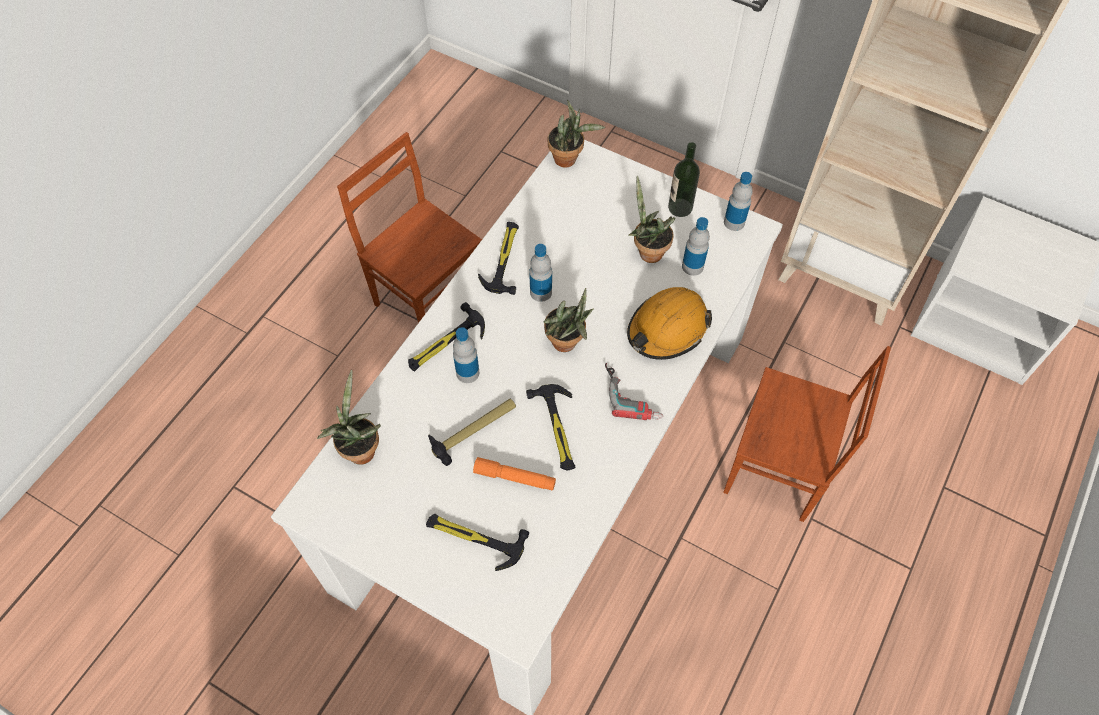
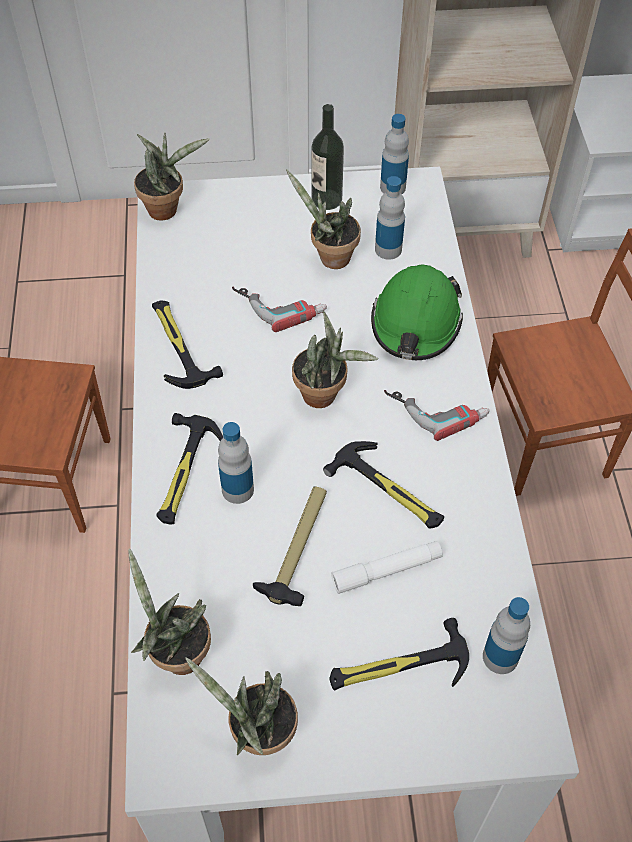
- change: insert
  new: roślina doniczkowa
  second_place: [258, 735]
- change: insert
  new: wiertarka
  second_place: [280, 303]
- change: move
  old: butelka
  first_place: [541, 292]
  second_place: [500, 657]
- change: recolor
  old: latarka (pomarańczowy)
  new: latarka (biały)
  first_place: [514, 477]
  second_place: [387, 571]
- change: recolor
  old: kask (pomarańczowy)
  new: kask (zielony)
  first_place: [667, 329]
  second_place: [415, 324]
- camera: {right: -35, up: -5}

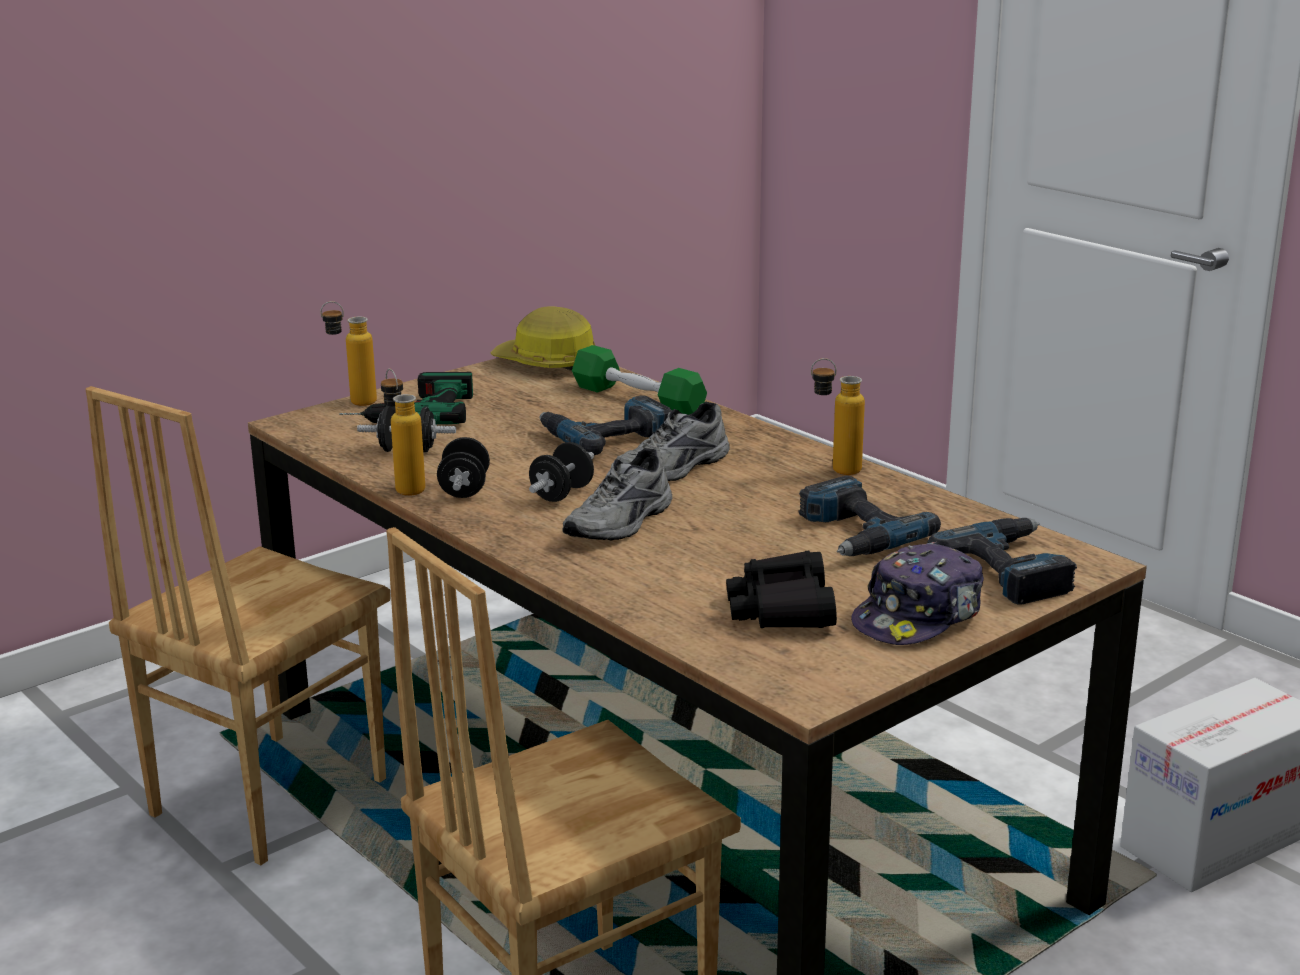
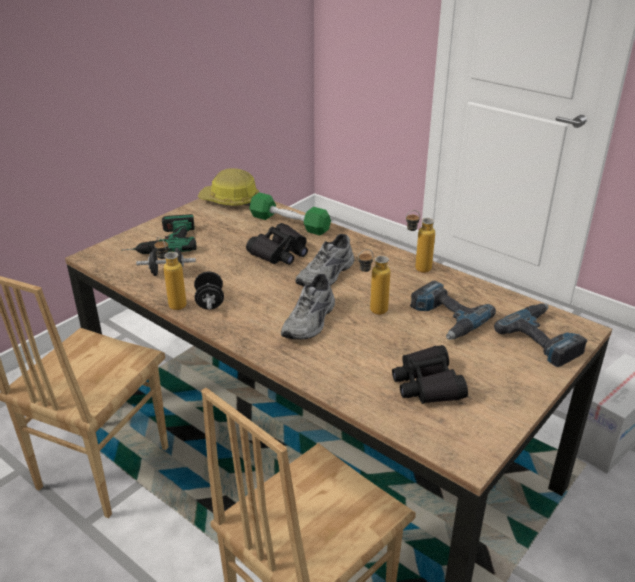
- change: delete
  old: hantel (czarny)
  first_place: [562, 494]
- change: delete
  old: czapka z daszkiem
  first_place: [919, 617]
- change: move
  old: butelka
  first_place: [352, 402]
  second_place: [371, 311]
- change: replace
  old: wiertarka
  new: lornetka (czarny)
  first_place: [606, 436]
  second_place: [280, 252]
- camera: {right: -10, up: 10}

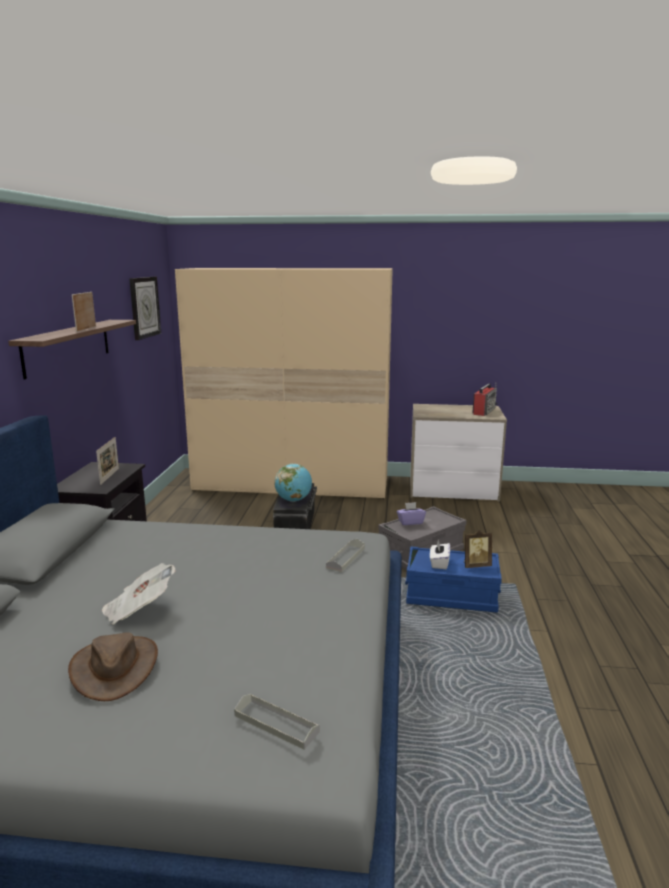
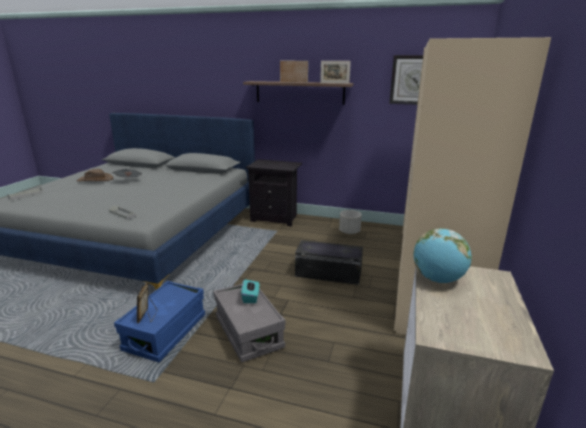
- change: delete
  old: pudełko chusteczek (biały)
  first_place: [439, 563]
- change: delete
  old: radio
  first_place: [484, 411]
- change: insert
  new: donica (szary)
  second_place: [349, 232]
- change: move
  old: ramka na zdjęcie
  first_place: [109, 476]
  second_place: [334, 83]
- change: move
  old: globus
  first_place: [293, 500]
  second_place: [438, 279]
- change: recolor
  old: pudełko chusteczek (fioletowy)
  new: pudełko chusteczek (turkusowy)
  first_place: [410, 522]
  second_place: [251, 297]
- camera: {right: 100, up: 5}

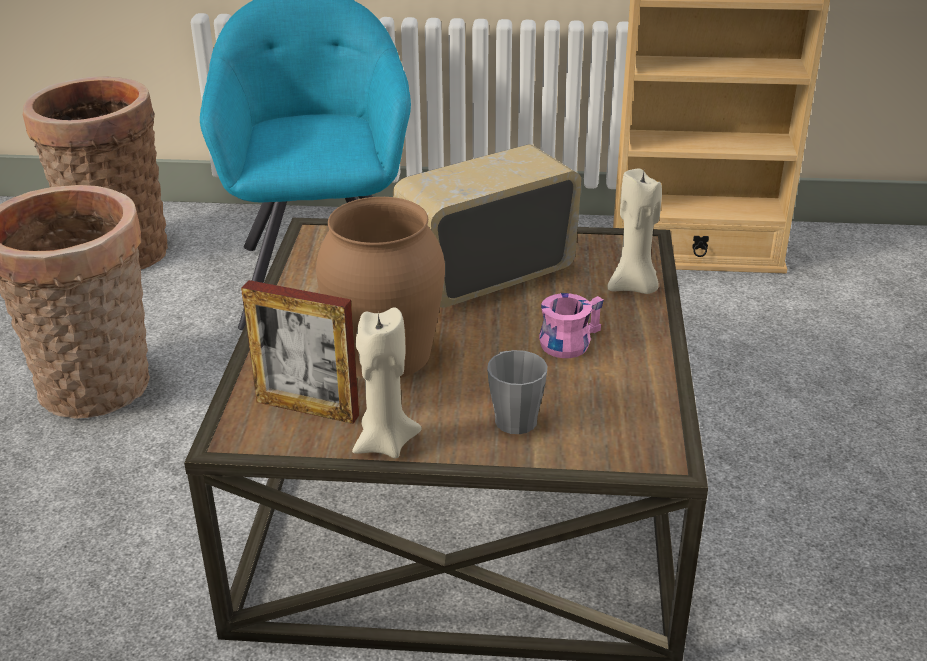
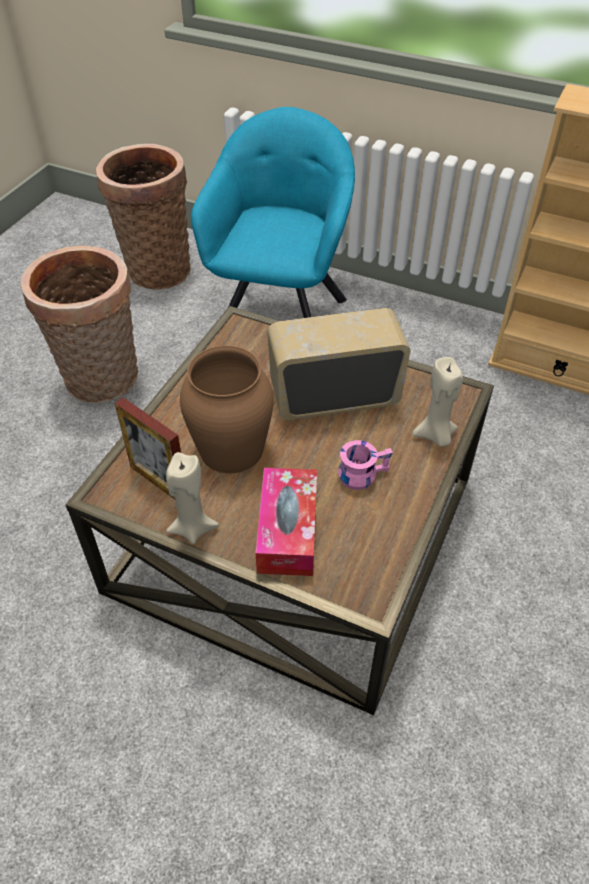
- change: replace
  old: kubek (szary)
  new: pudełko chusteczek
  first_place: [513, 415]
  second_place: [287, 530]
- camera: {right: 20, up: 15}

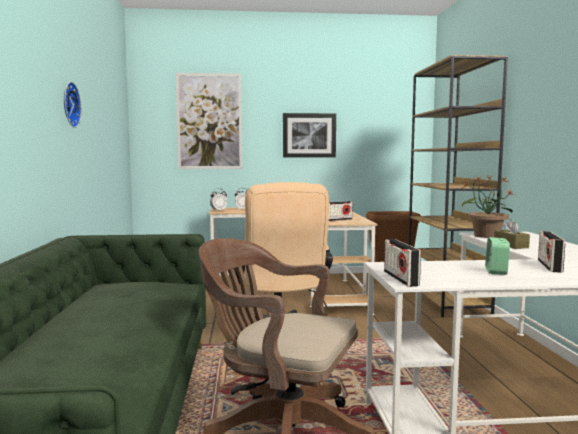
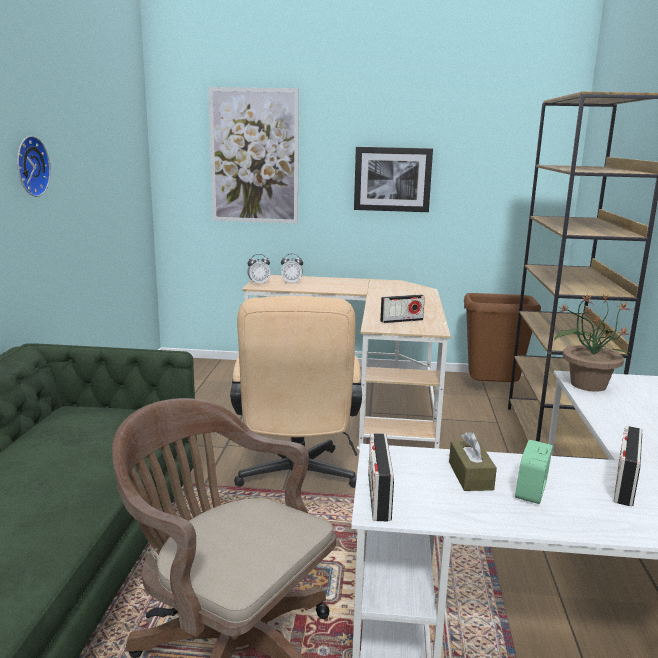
- change: move
  old: pudełko chusteczek (brązowy)
  first_place: [510, 245]
  second_place: [470, 476]
- camera: {right: 10, up: 10}

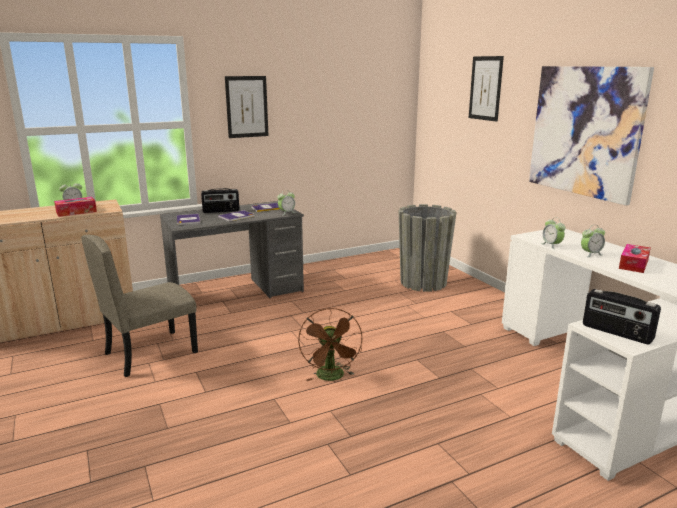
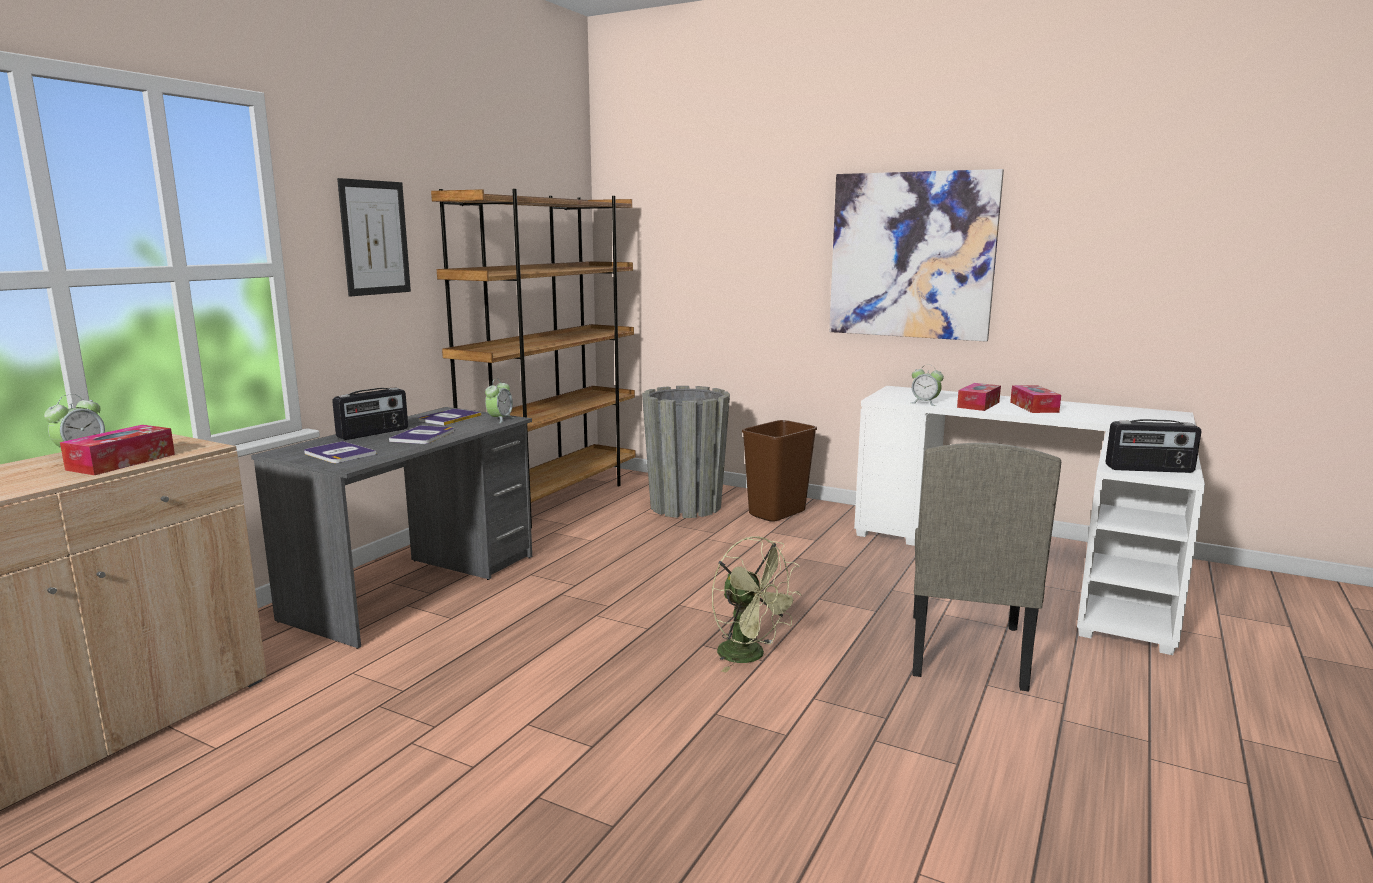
- change: delete
  old: obraz
  first_place: [485, 88]
- change: insert
  new: regał (brązowy)
  second_place: [554, 500]
- change: insert
  new: kosz na śmieci (brązowy)
  second_place: [777, 514]
- change: move
  old: krzesło (beżowy)
  first_place: [151, 352]
  second_place: [965, 650]
- change: replace
  old: budzik
  new: pudełko chusteczek
  first_place: [591, 254]
  second_place: [978, 405]
- change: recolor
  old: wentylator (brązowy)
  new: wentylator (zielony)
  first_place: [332, 377]
  second_place: [750, 656]
- camera: {right: -35, up: -5}

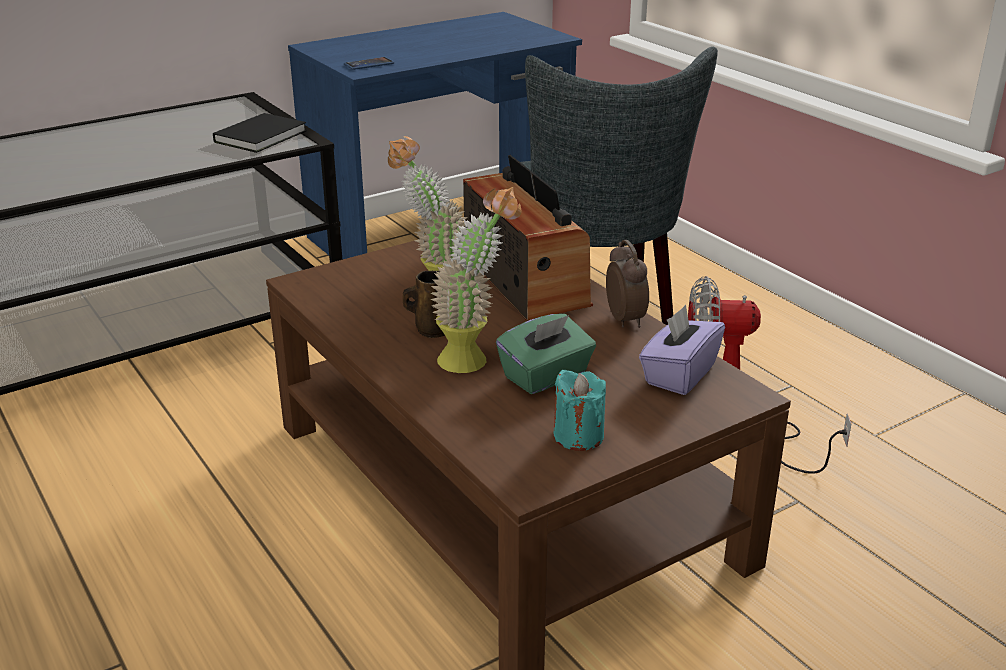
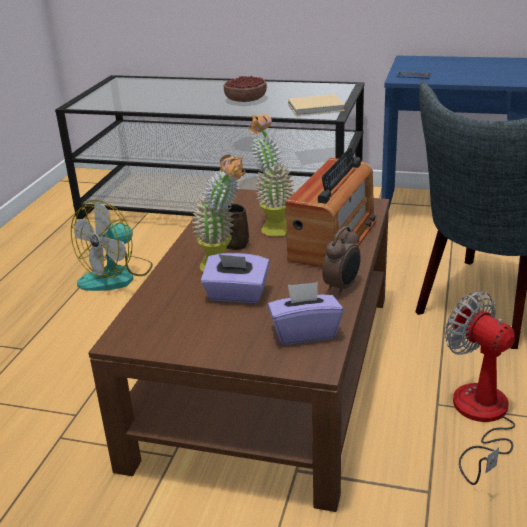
- change: delete
  old: świeca (turkusowy)
  first_place: [578, 436]
- change: insert
  new: wentylator
  second_place: [116, 275]
- change: insert
  new: miska
  second_place: [245, 99]
- change: recolor
  old: książka (czarny)
  new: książka (beżowy)
  first_place: [263, 136]
  second_place: [317, 107]
- change: recolor
  old: pudełko chusteczek (zielony)
  new: pudełko chusteczek (fioletowy)
  first_place: [546, 376]
  second_place: [236, 295]
- camera: {right: 50, up: 0}

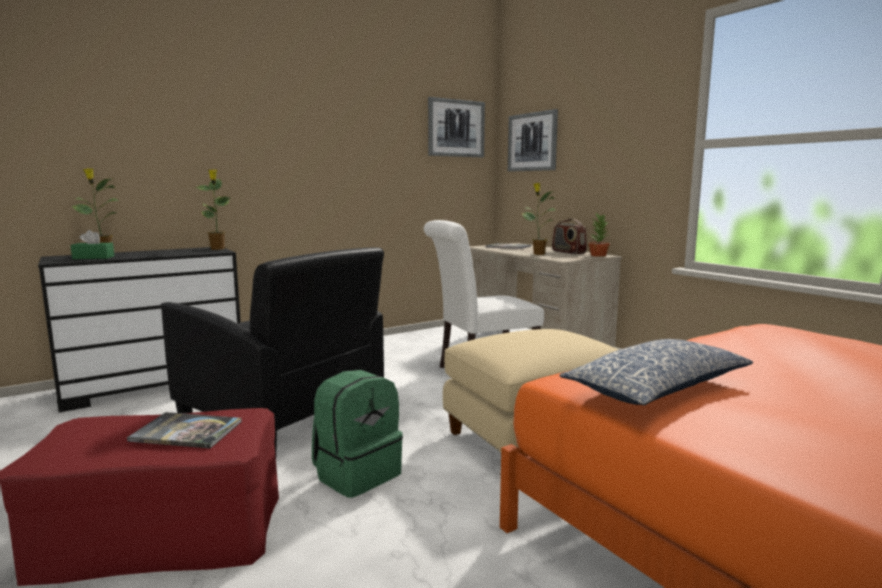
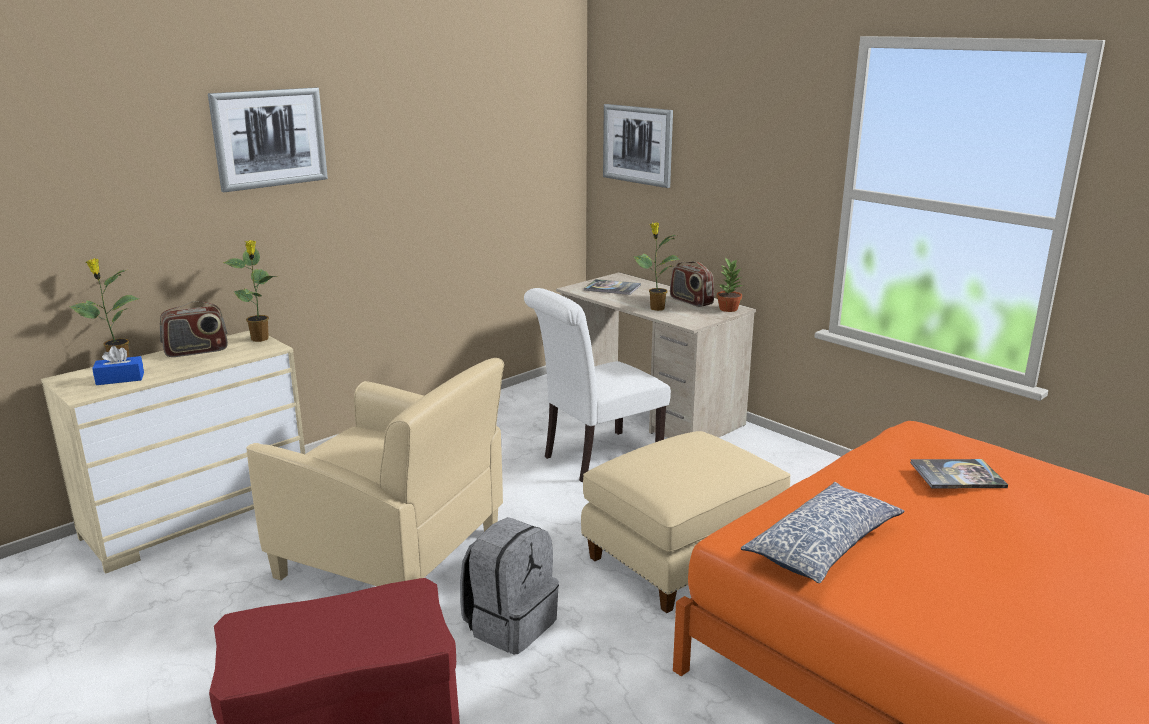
- change: insert
  new: radio
  second_place: [196, 351]
- change: move
  old: książka
  first_place: [187, 431]
  second_place: [957, 475]
- change: move
  old: obraz
  first_place: [456, 128]
  second_place: [269, 138]
- change: recolor
  old: komoda (czarny)
  new: komoda (beżowy)
  first_place: [155, 384]
  second_place: [198, 516]
- change: recolor
  old: pudełko chusteczek (zielony)
  new: pudełko chusteczek (niebieski)
  first_place: [93, 257]
  second_place: [120, 379]
- change: recolor
  old: fotel (czarny)
  new: fotel (beżowy)
  first_place: [284, 417]
  second_place: [392, 555]
- change: recolor
  old: plecak (zielony)
  new: plecak (szary)
  first_place: [357, 474]
  second_place: [510, 624]
- camera: {right: -10, up: 10}

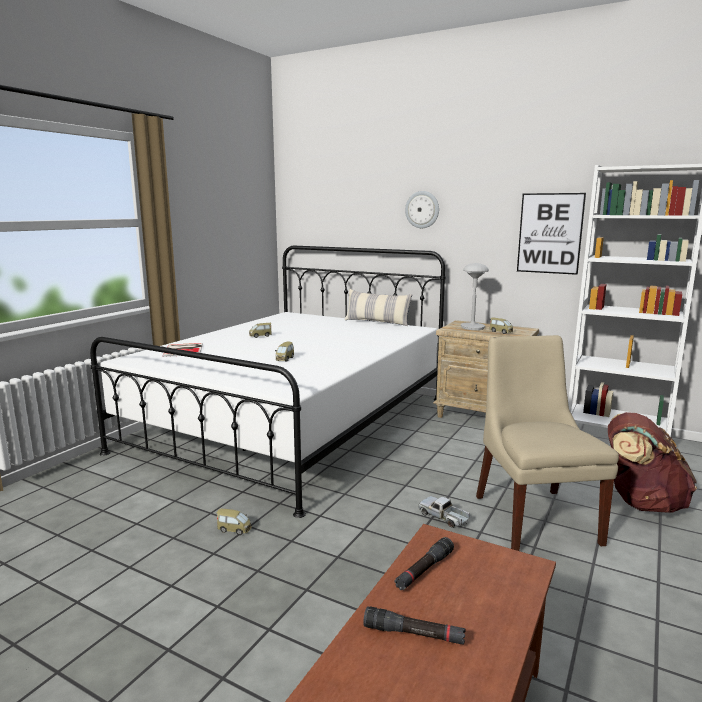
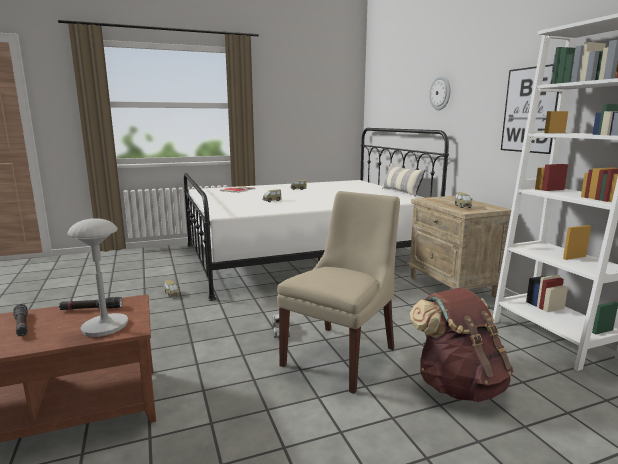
- change: move
  old: lampa stołowa (szary)
  first_place: [472, 327]
  second_place: [105, 326]
- camera: {right: 40, up: 0}

